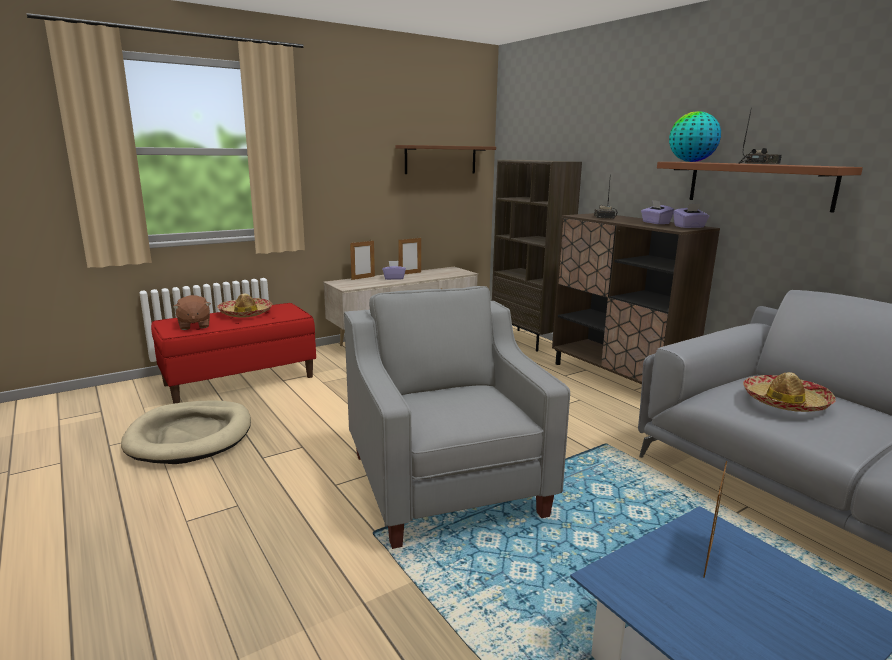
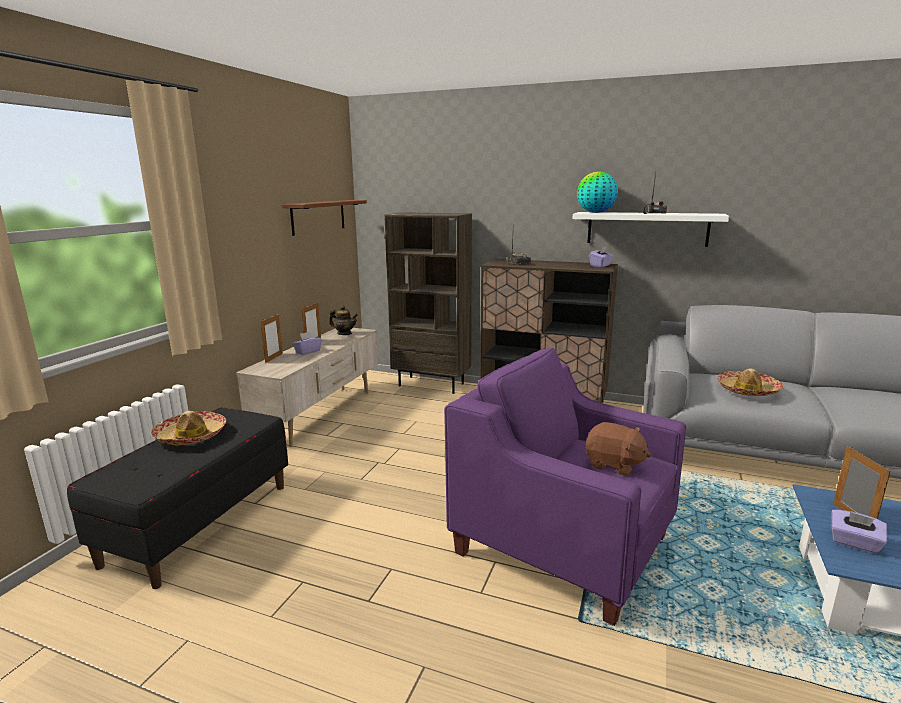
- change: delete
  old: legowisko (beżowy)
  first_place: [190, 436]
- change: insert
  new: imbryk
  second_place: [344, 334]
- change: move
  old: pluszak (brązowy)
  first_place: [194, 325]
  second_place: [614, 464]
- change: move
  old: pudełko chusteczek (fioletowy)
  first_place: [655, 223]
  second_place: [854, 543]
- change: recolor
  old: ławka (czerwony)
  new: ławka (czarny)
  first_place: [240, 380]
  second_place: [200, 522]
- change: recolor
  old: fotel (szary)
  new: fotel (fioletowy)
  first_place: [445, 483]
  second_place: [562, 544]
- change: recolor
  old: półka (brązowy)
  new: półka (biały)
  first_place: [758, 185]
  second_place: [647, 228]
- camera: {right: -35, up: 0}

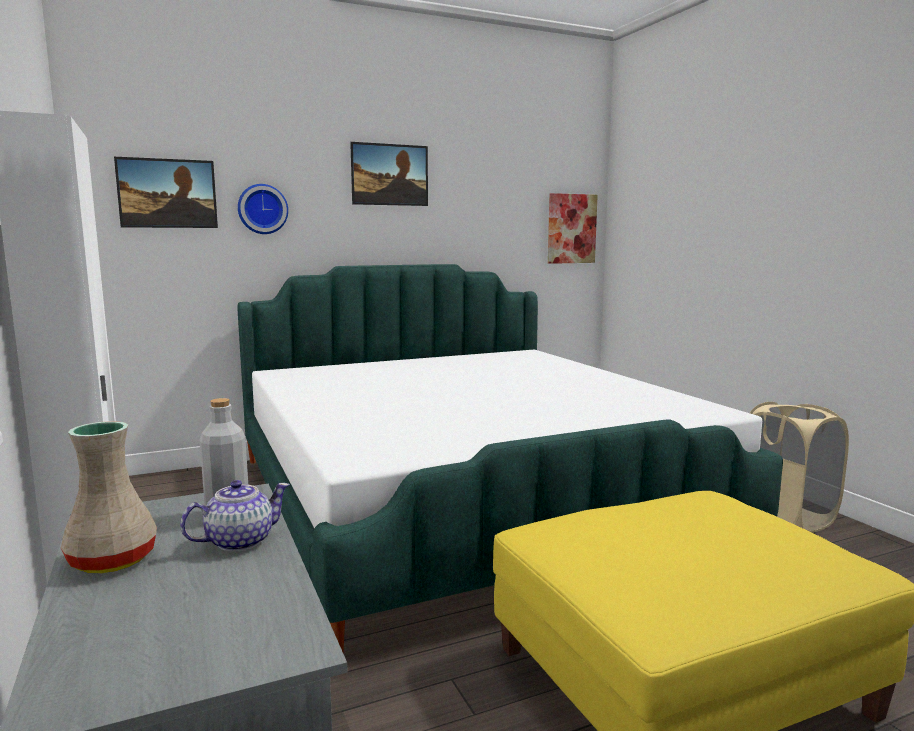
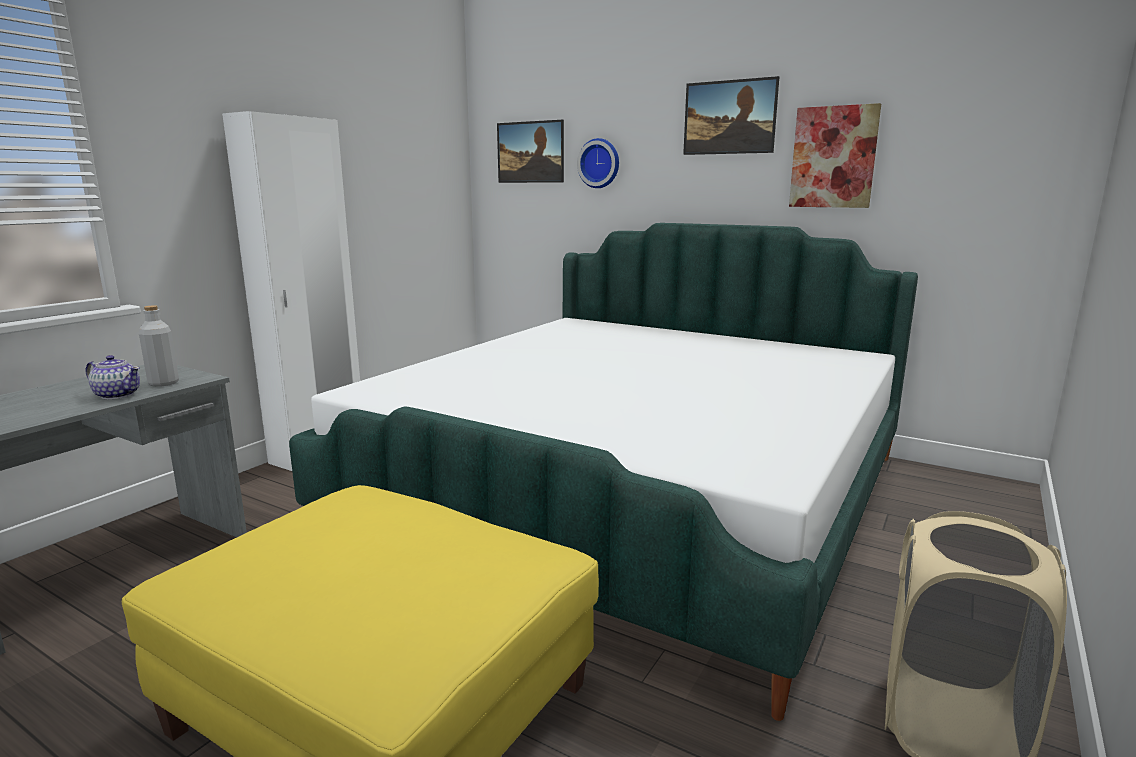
- change: delete
  old: wazon (beżowy)
  first_place: [112, 559]
- change: move
  old: obraz
  first_place: [571, 229]
  second_place: [833, 157]
- camera: {right: 55, up: 5}

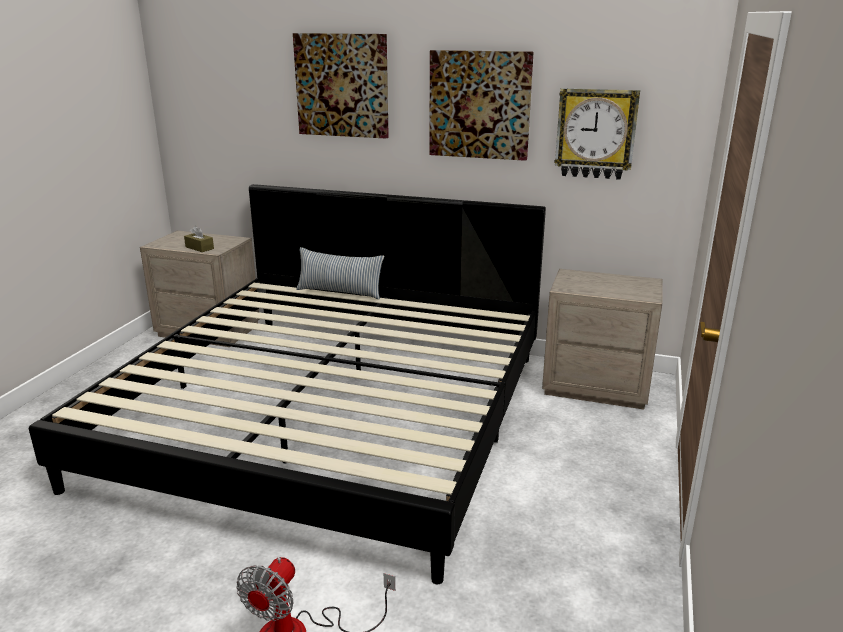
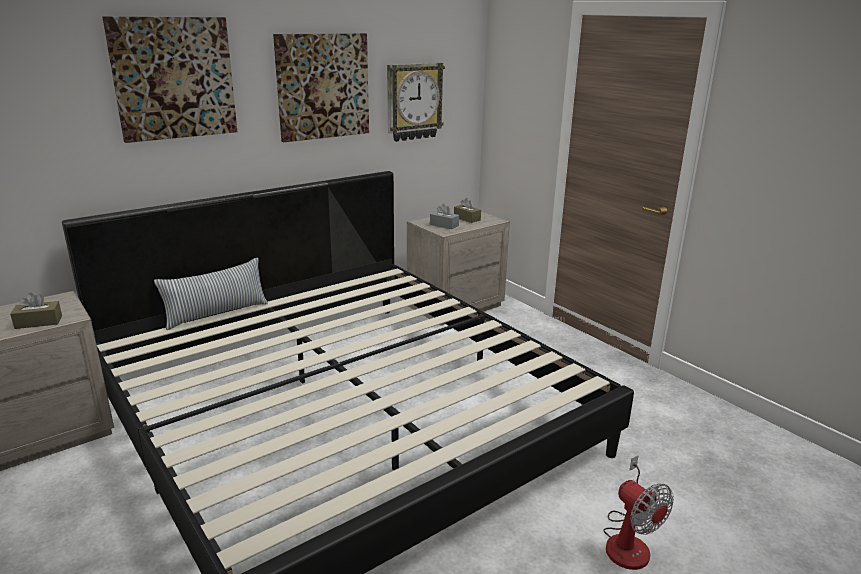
- change: insert
  new: pudełko chusteczek (szary)
  second_place: [444, 225]
- change: insert
  new: pudełko chusteczek (brązowy)
  second_place: [467, 218]
- camera: {right: -55, up: 0}

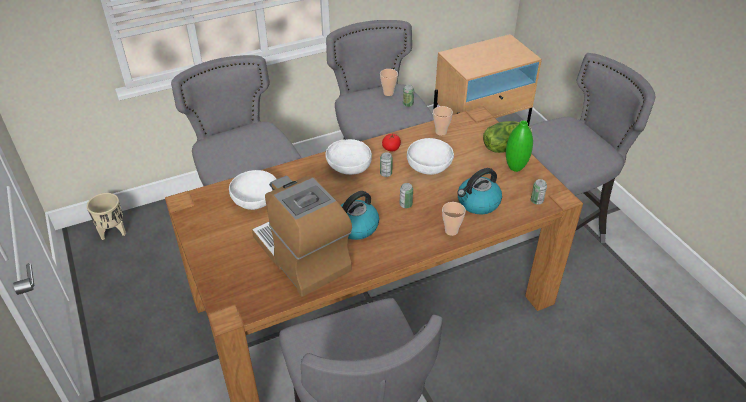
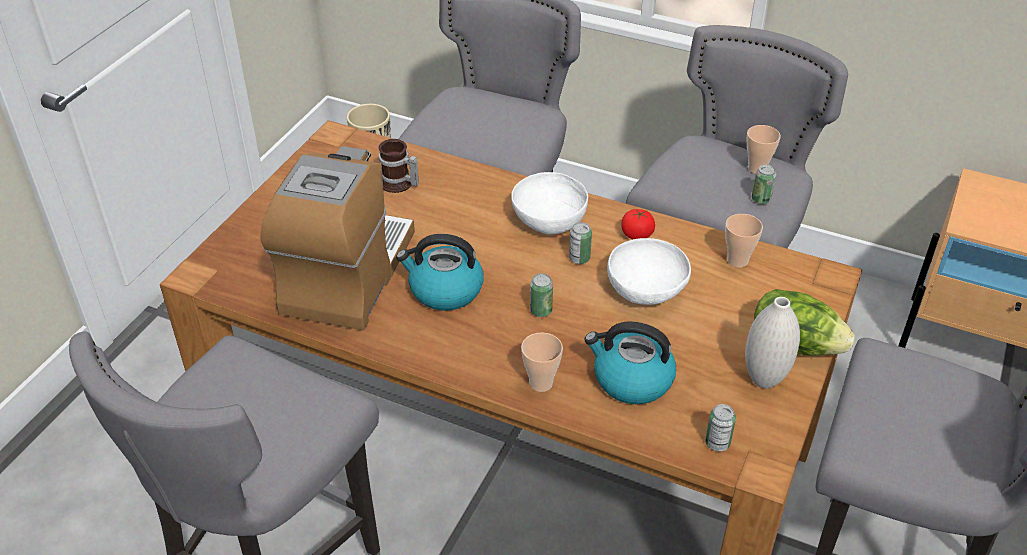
- change: replace
  old: miska (biały)
  new: kubek
  first_place: [256, 200]
  second_place: [398, 184]
- change: recolor
  old: wazon (zielony)
  new: wazon (biały)
  first_place: [515, 167]
  second_place: [764, 379]
- camera: {right: 50, up: 0}

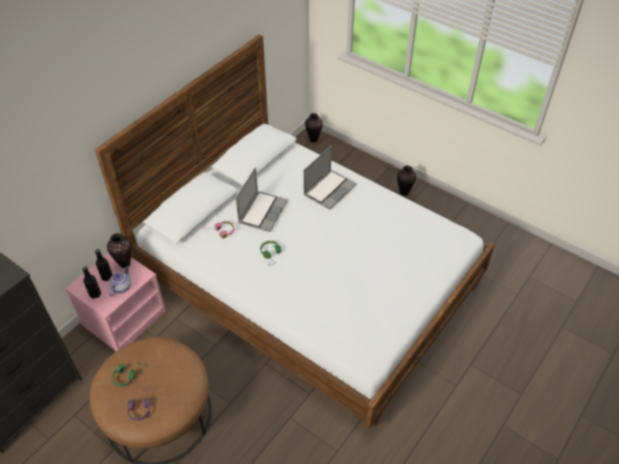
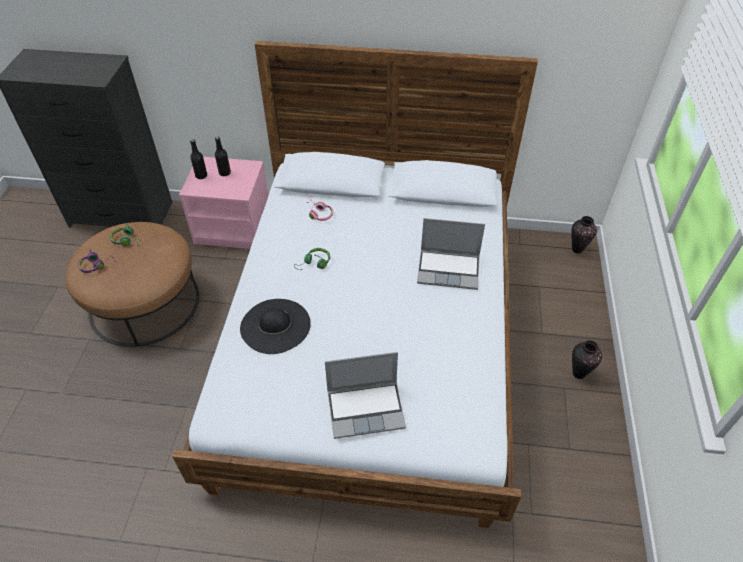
- change: delete
  old: wazon
  first_place: [125, 263]
- change: delete
  old: imbryk
  first_place: [121, 287]
- change: insert
  new: kapelusz (czarny)
  second_place: [275, 326]
- change: move
  old: laptop
  first_place: [262, 211]
  second_place: [366, 409]
- camera: {right: 60, up: 0}

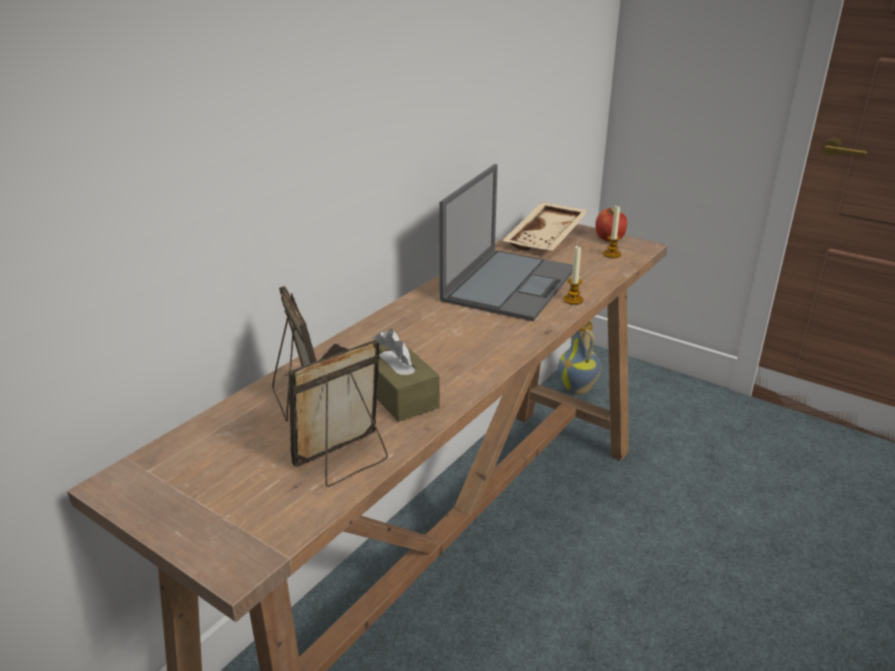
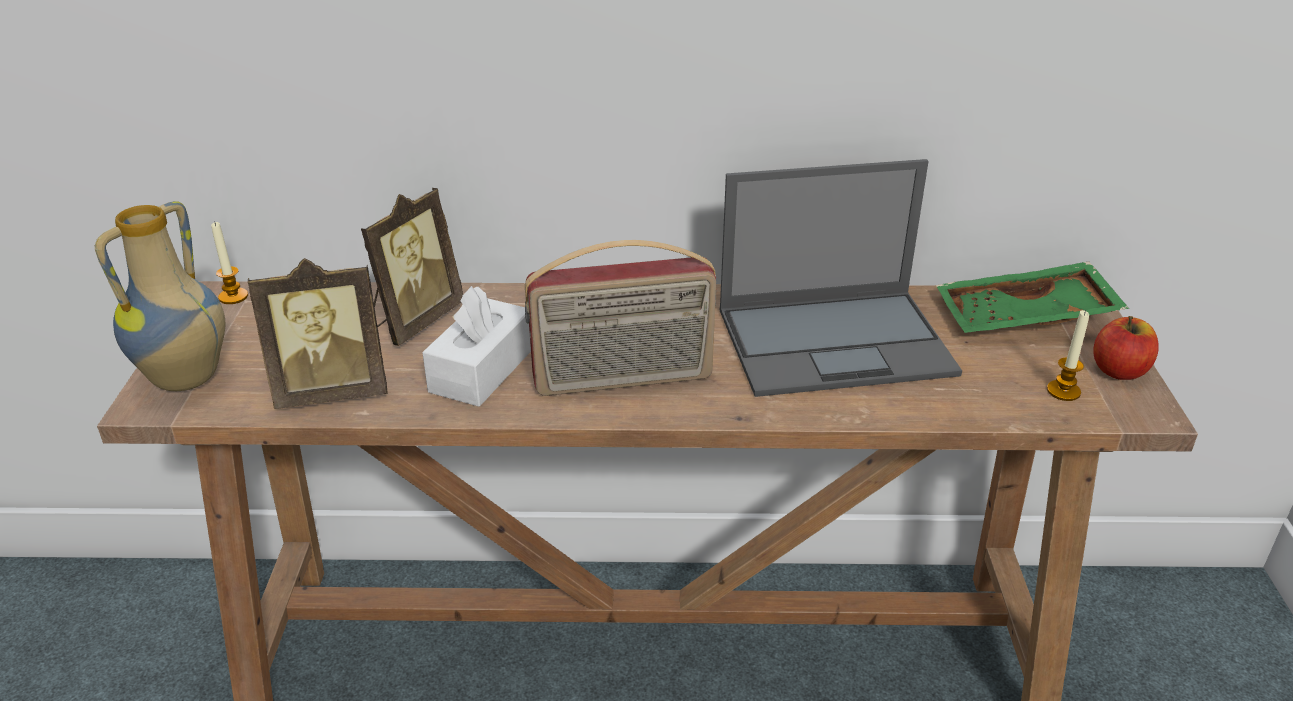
- change: insert
  new: radio
  second_place: [623, 379]
- change: move
  old: wazon
  first_place: [578, 389]
  second_place: [187, 379]
- change: move
  old: świeca
  first_place: [573, 300]
  second_place: [233, 297]
- change: recolor
  old: pudełko chusteczek (brązowy)
  new: pudełko chusteczek (biały)
  first_place: [398, 393]
  second_place: [482, 370]
- change: recolor
  old: taca (beżowy)
  new: taca (zielony)
  first_place: [547, 238]
  second_place: [1025, 319]
- change: rotate
  old: ramka na zdjęcie
  first_place: [345, 461]
  second_place: [332, 391]
  degrees: 150
- camera: {right: 55, up: 5}

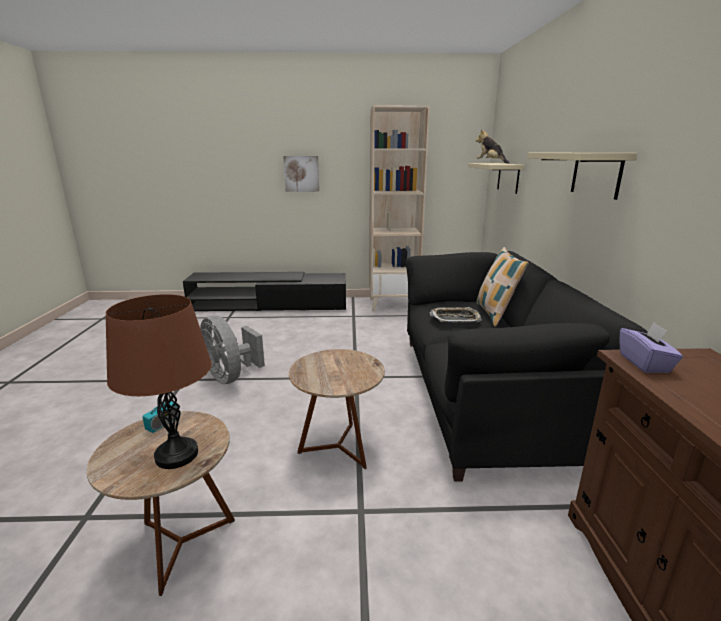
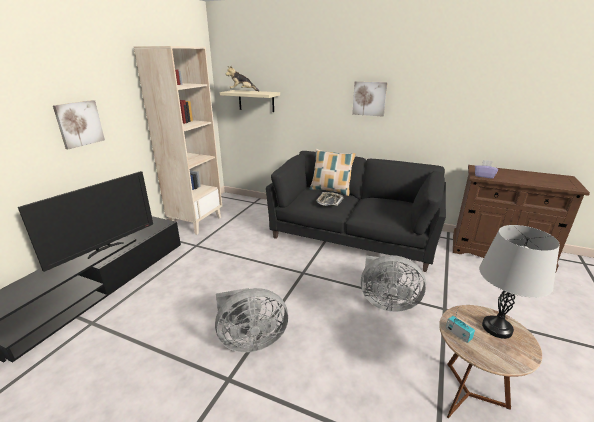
- change: insert
  new: telewizor
  second_place: [104, 249]
- change: replace
  old: stolik (brązowy)
  new: wentylator (szary)
  first_place: [338, 448]
  second_place: [386, 302]
- change: replace
  old: półka (beżowy)
  new: obraz
  first_place: [596, 174]
  second_place: [369, 98]
- change: recolor
  old: lampa stołowa (brązowy)
  new: lampa stołowa (szary)
  first_place: [176, 455]
  second_place: [497, 328]
- camera: {right: -65, up: 5}

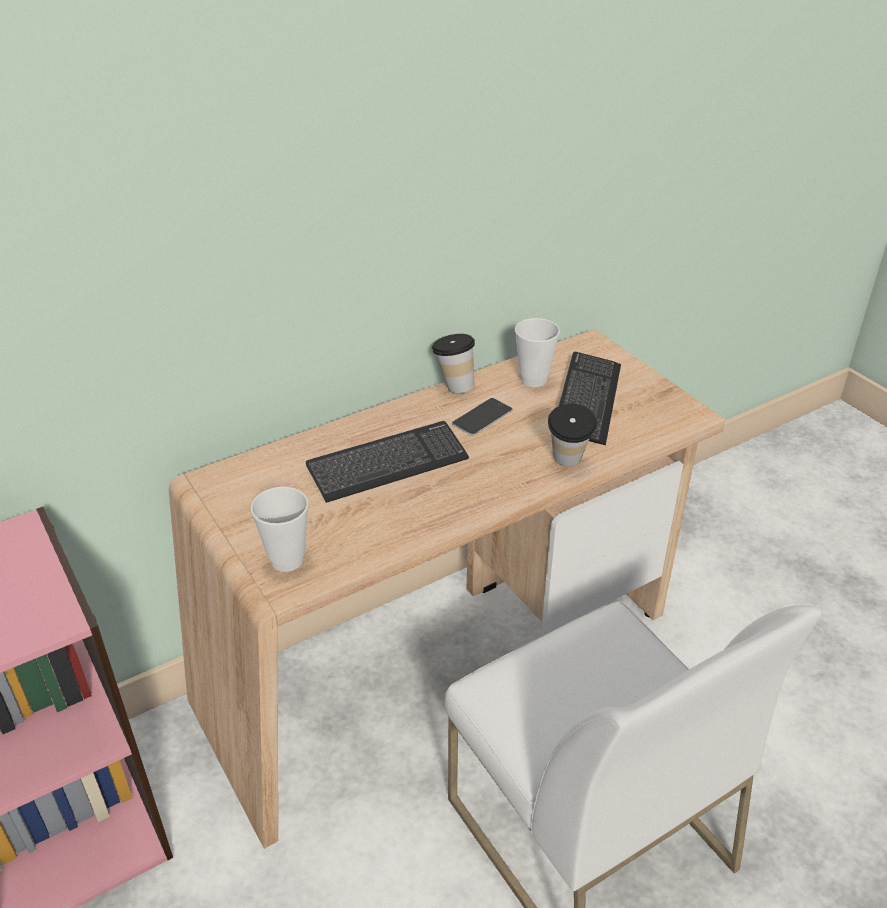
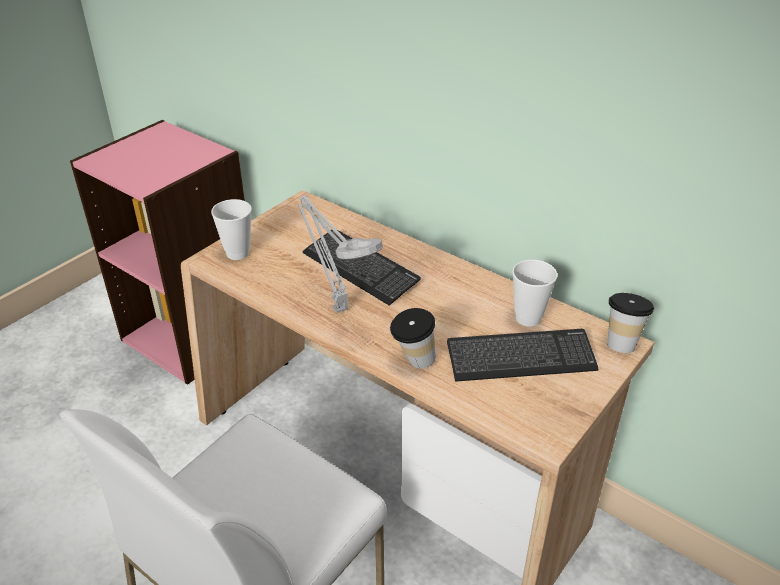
- change: delete
  old: telefon
  first_place: [482, 417]
- change: insert
  new: lampa stołowa (szary)
  second_place: [337, 307]
- change: move
  old: filiżanka
  first_place: [454, 386]
  second_place: [621, 342]
- camera: {right: 70, up: 0}

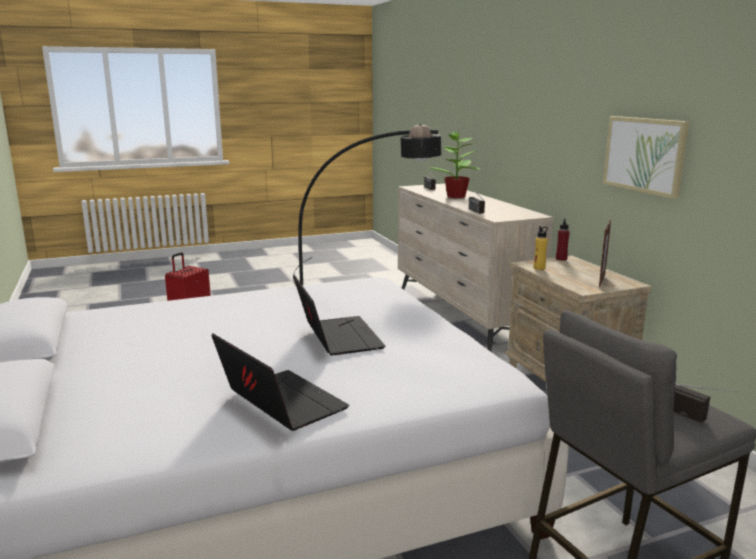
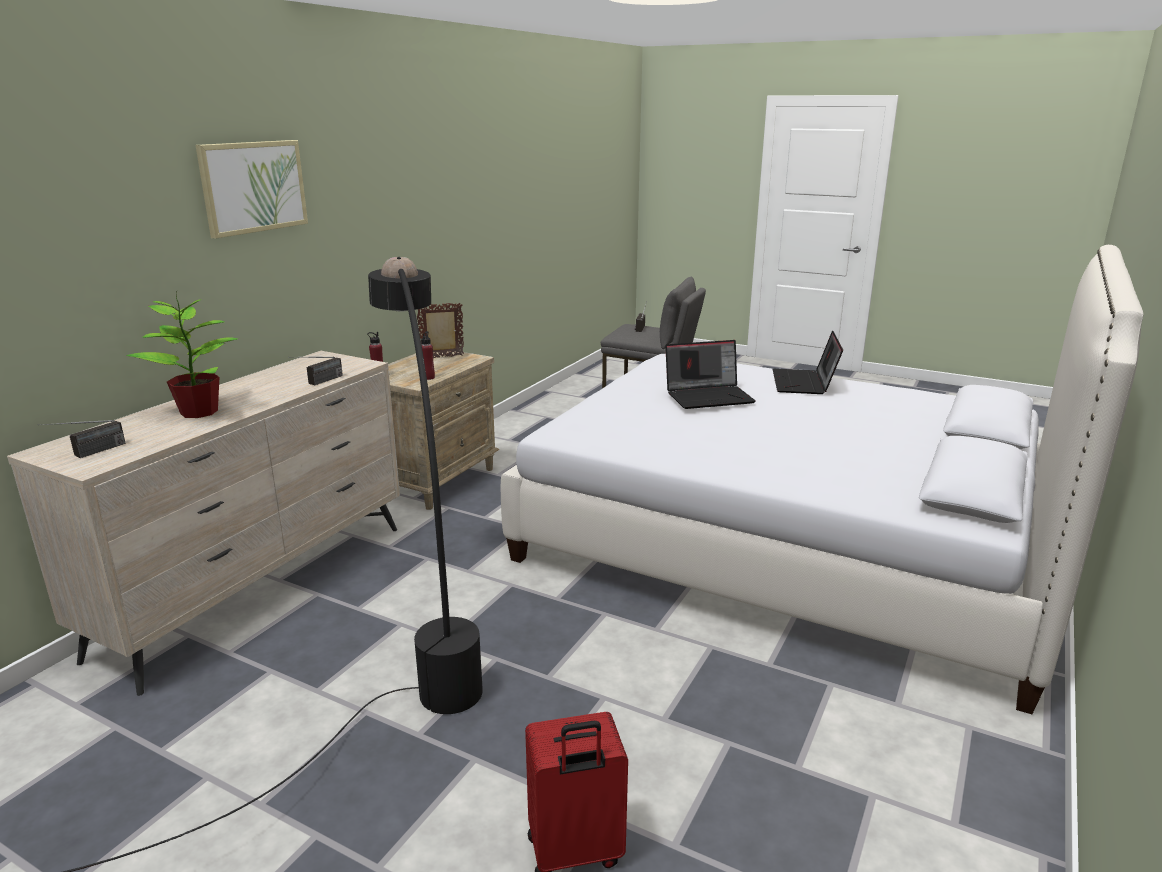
- change: move
  old: obraz
  first_place: [644, 155]
  second_place: [253, 187]
- change: recolor
  old: butelka (żółty)
  new: butelka (czerwony)
  first_place: [539, 268]
  second_place: [428, 377]
- change: rotate
  old: laptop
  first_place: [336, 337]
  second_place: [709, 396]
  degrees: -135
- camera: {right: -130, up: 5}

